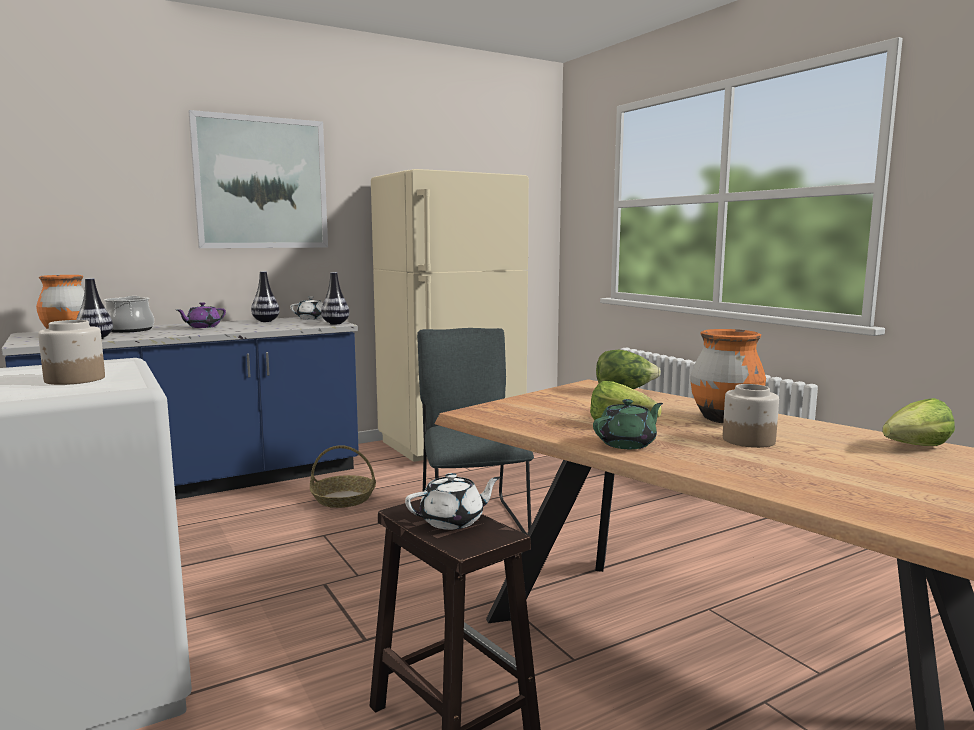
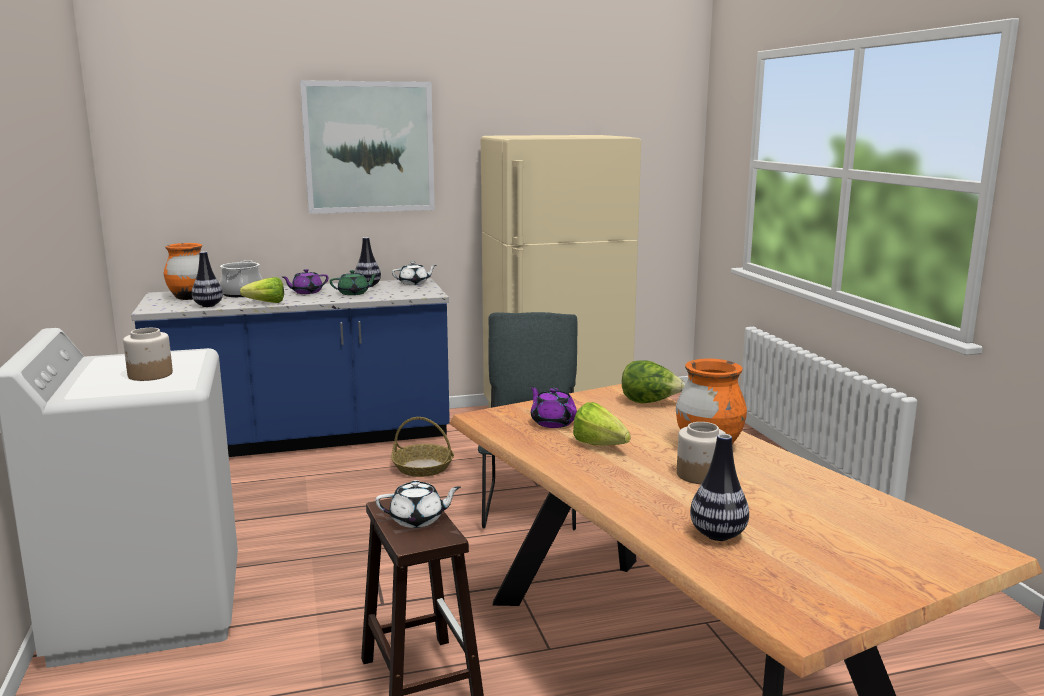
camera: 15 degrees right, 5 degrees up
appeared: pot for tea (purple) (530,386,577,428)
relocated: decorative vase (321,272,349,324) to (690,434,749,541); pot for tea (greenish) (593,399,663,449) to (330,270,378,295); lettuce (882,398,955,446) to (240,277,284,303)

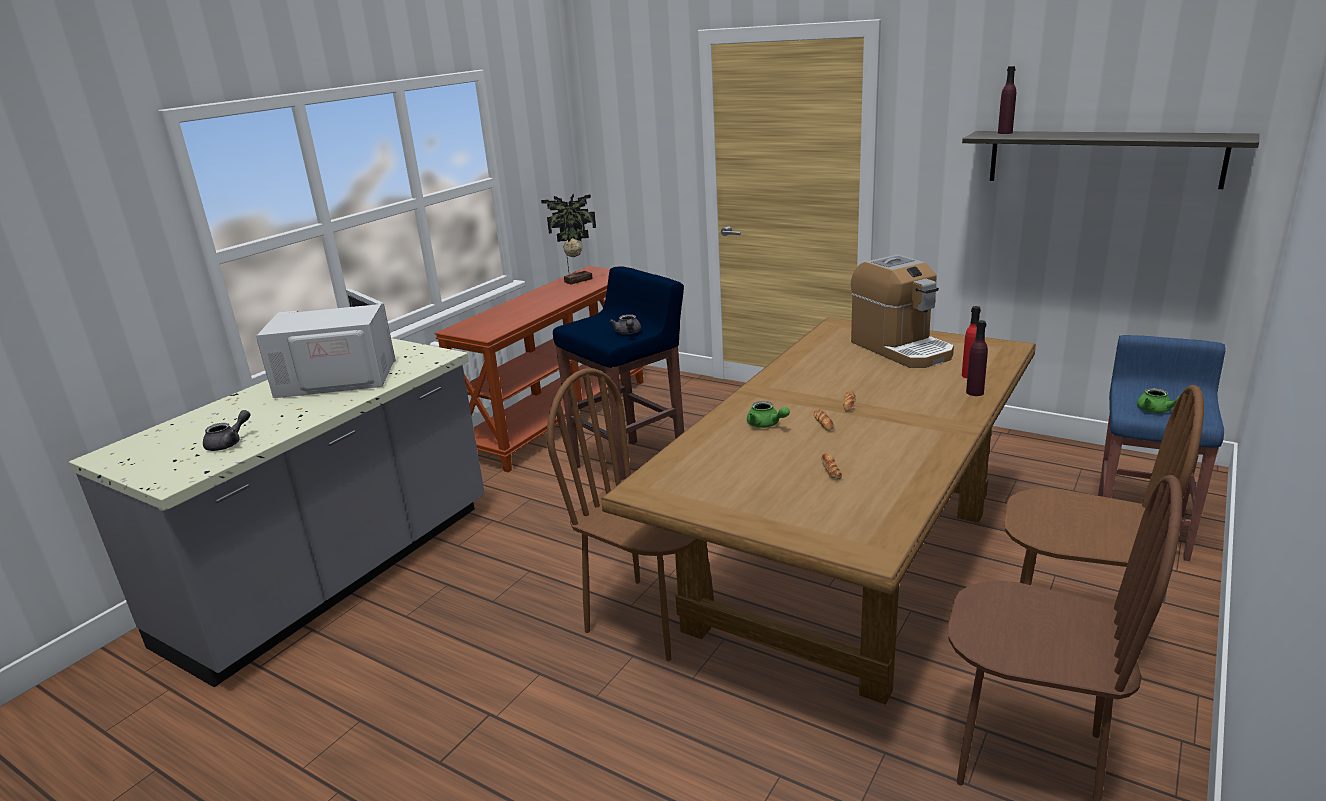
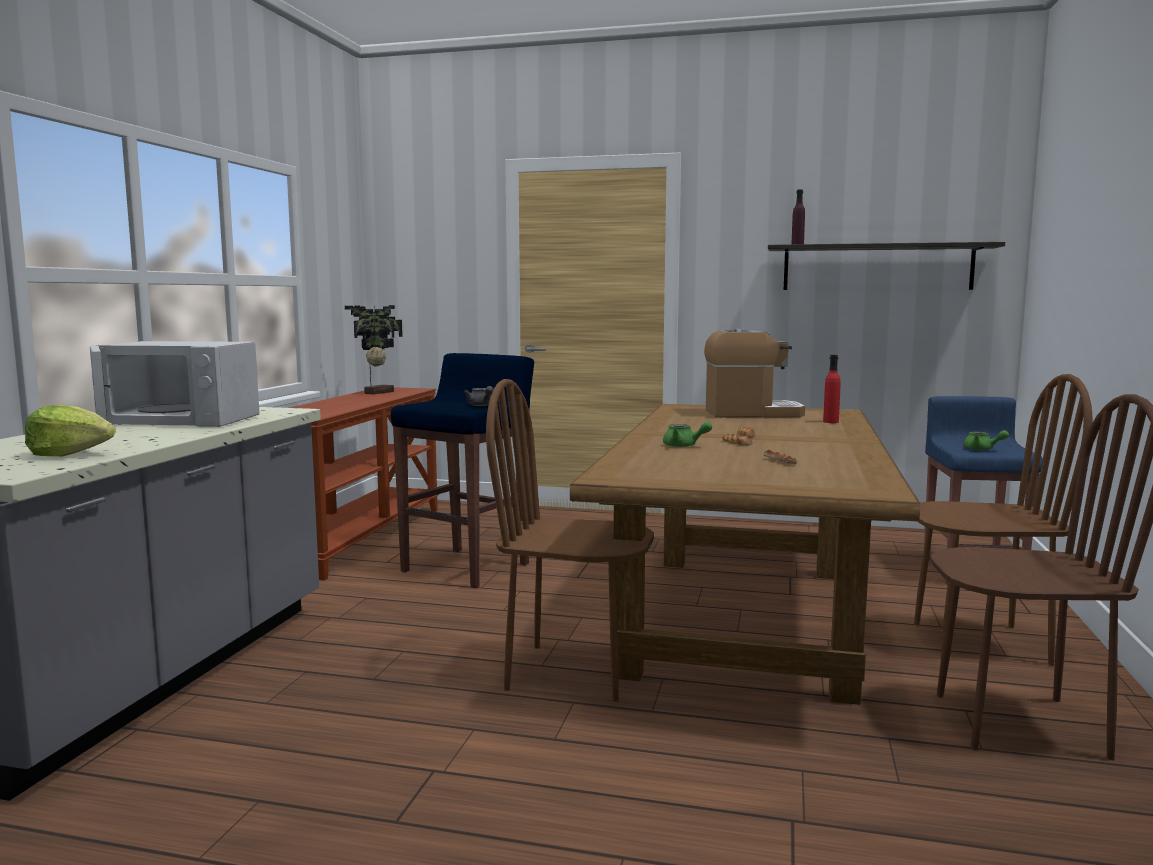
camera: 20 degrees left, 15 degrees down
missing: bottle (purple) (966,320,988,396)
exchanged: pot for tea (gray) (203,410,251,451) to lettuce (25,405,116,456)
spun: microwave oven (white) (256,289,396,398) = (90,341,260,427) 150 degrees counterclockwise; coffee machine (851,254,954,368) = (704,329,805,418) 45 degrees counterclockwise

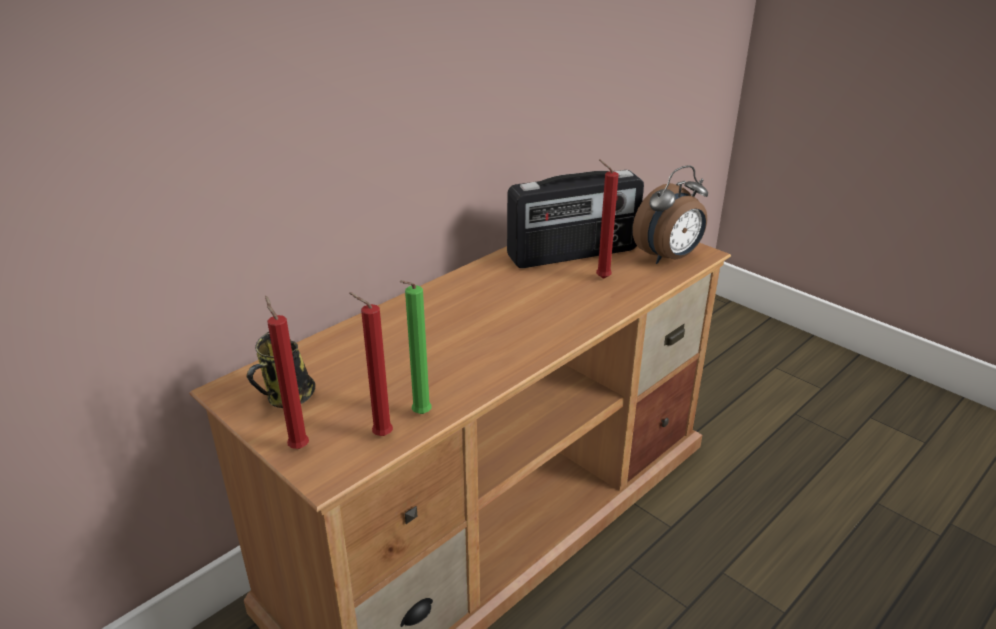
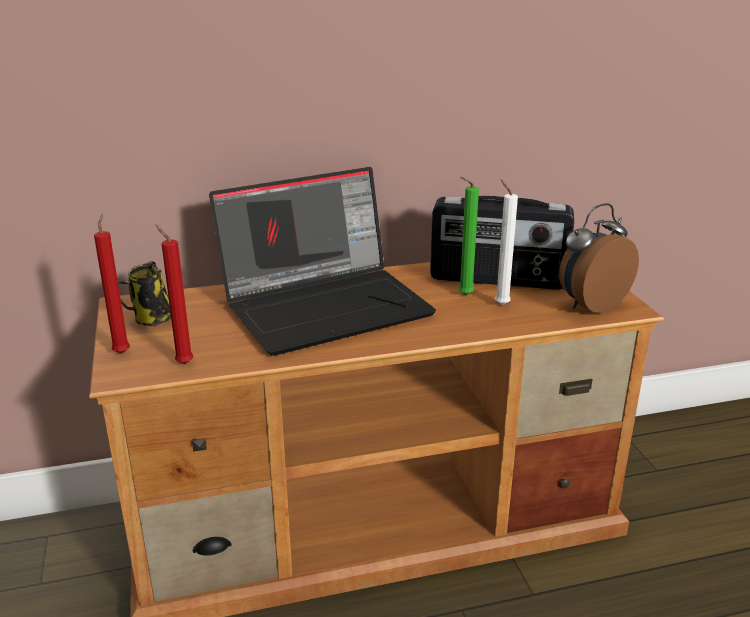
camera: 30 degrees right, 5 degrees down
appeared: portable computer (209,167,436,356)
relocated: wax light (greenish) (400,280,432,414) to (459,177,479,295)
colour: wax light (red) (596,159,619,279) to wax light (white) (495,180,518,305)
spun: alarm clock (633,165,708,264) = (559,203,639,313) 150 degrees clockwise

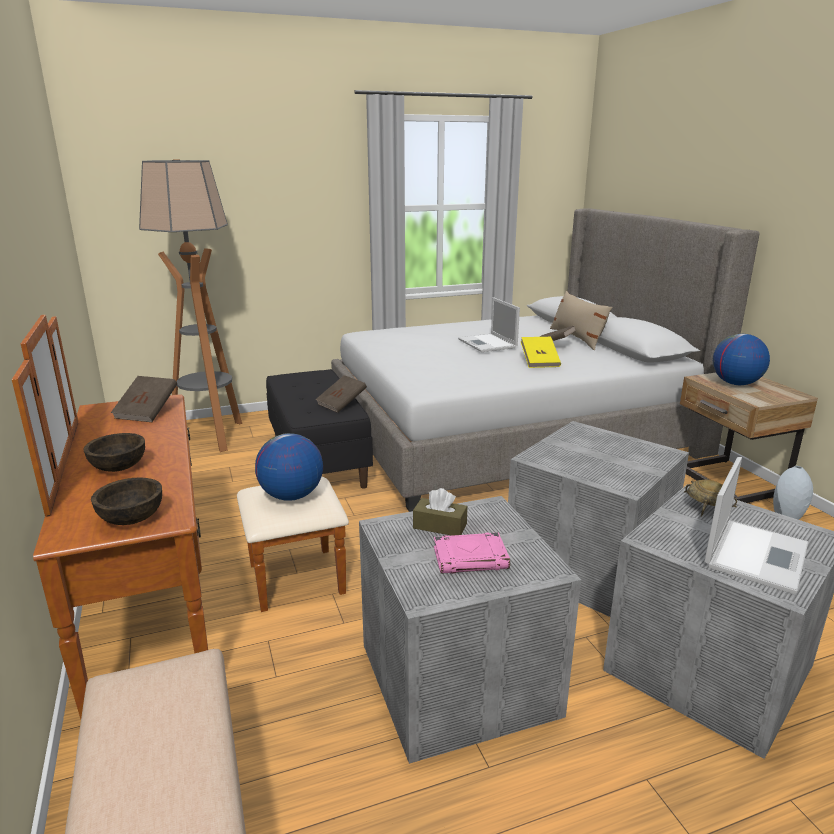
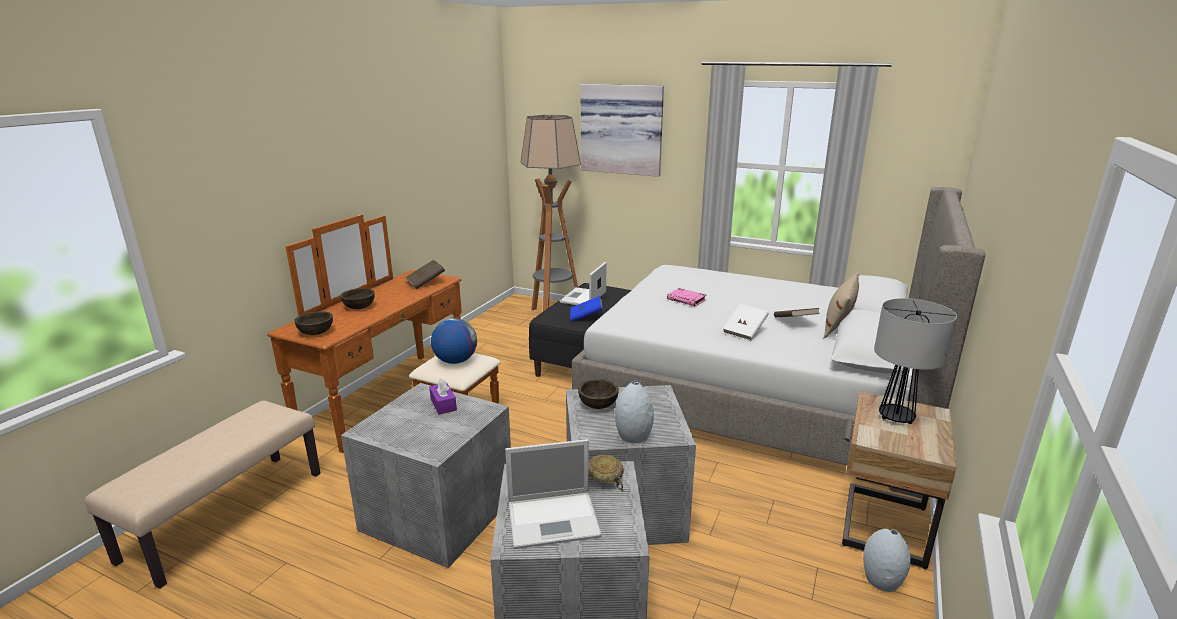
camera: 45 degrees right, 0 degrees up
appeared: deep dish (brown) (578,379,619,409); wall picture (581,84,664,177); decorative vase (gray) (615,381,654,443)
relocated: volume (pinkish) (434,532,510,574) to (667,288,706,306); portable computer (458,297,520,352) to (560,262,606,305)
exchanged: desk globe (713,334,770,385) to table lamp (874,298,957,424)
colour: volume (brown) (315,375,367,413) to volume (blue-coloured) (570,296,603,322); box of tissues (brown) (413,488,467,536) to box of tissues (purple) (429,378,457,415); volume (yellow-coloured) (521,337,561,368) to volume (white) (723,304,769,341)

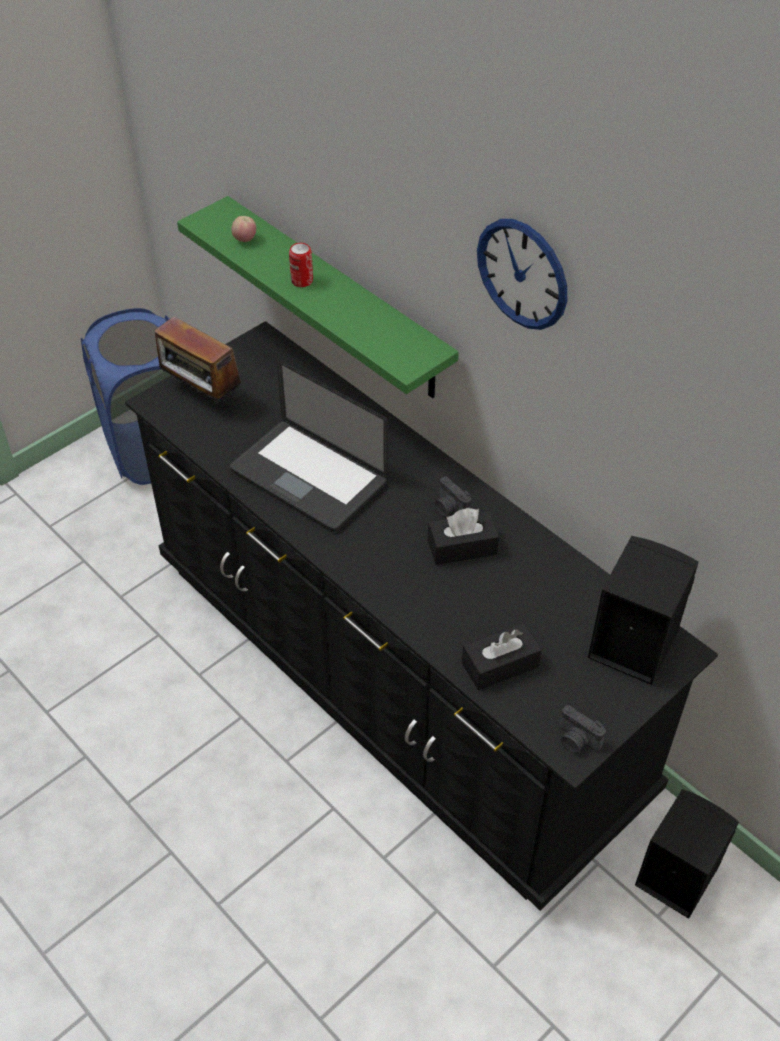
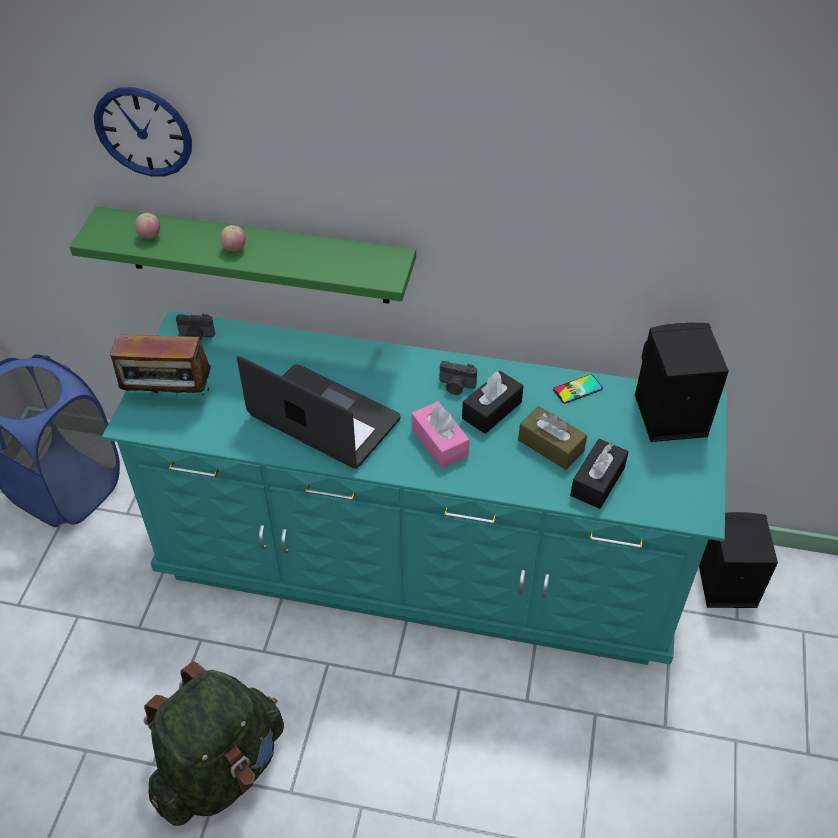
camera: 35 degrees left, 0 degrees up
appeared: backpack (greenish) (144,661,284,826); box of tissues (pinkish) (412,401,470,468); box of tissues (brown) (518,406,587,470); handset (553,374,603,403)
relocated: wall clock (477,219,567,330) to (94,87,192,177); still camera (559,705,606,753) to (176,314,215,340)
exchanged: can (289,243,313,287) to whole apple (220,225,246,251)
colour: dresser (black-coloured) (125,321,718,911) to dresser (turquoise) (102,311,727,665)
spun: portable computer (230,360,388,532) = (237,356,400,469) 150 degrees counterclockwise

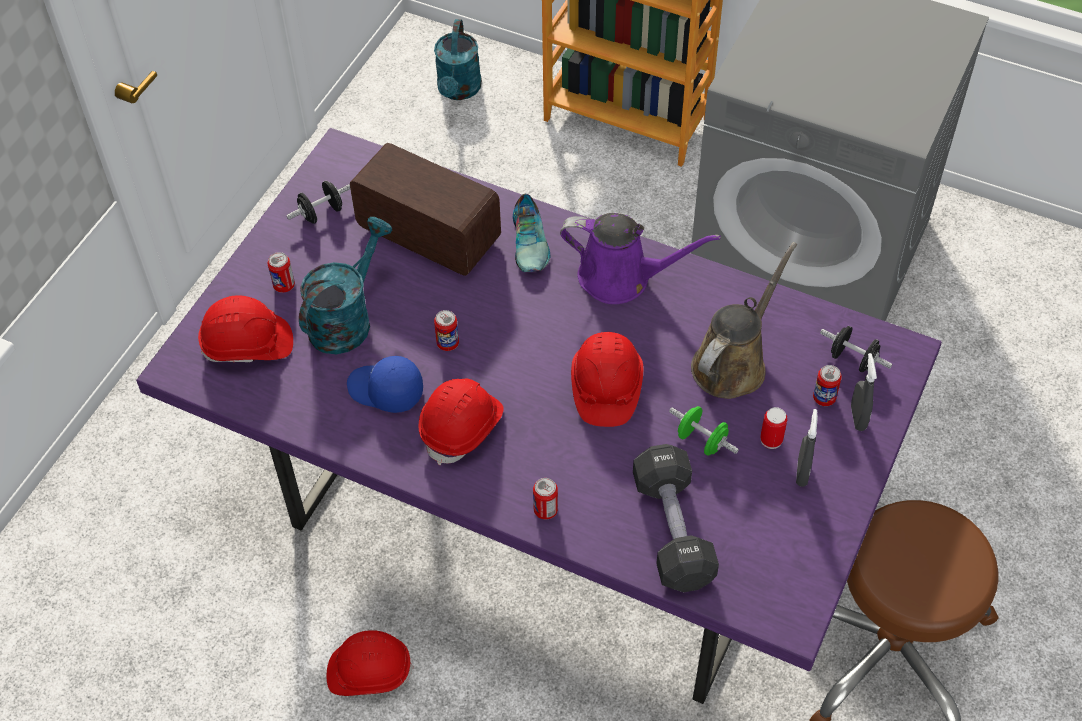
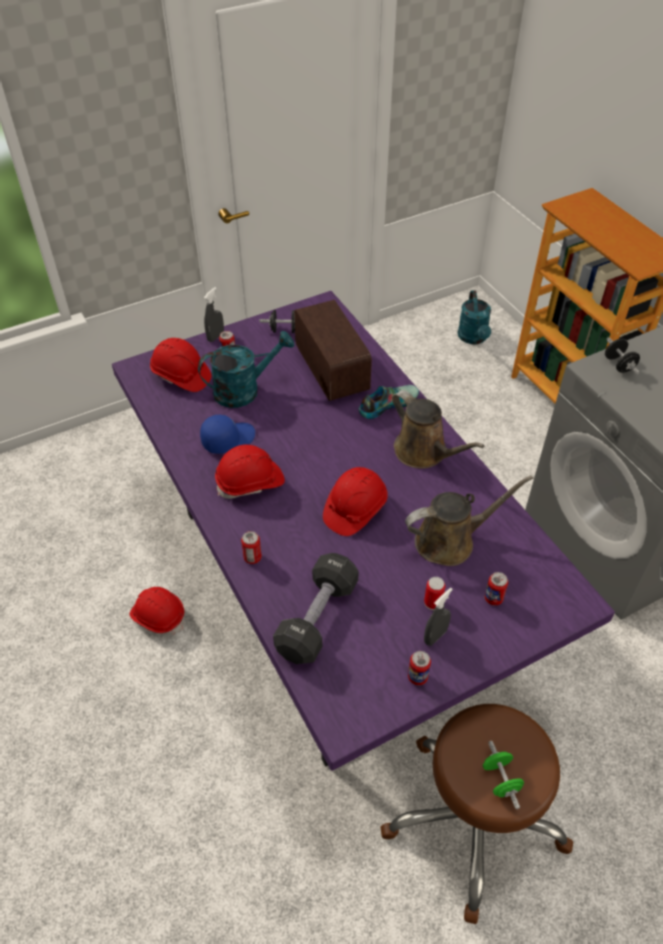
camera: 35 degrees right, 5 degrees down
relocated: can (434,310,459,351) to (408,651,431,685); dumbbell (greenish) (669,406,739,456) to (483,741,524,809); dumbbell (black-coloured) (820,326,892,372) to (605,337,640,374); spray bottle (gray) (851,353,877,431) to (204,287,224,342)
colour: watering can (purple) (560,213,721,304) to watering can (brown) (392,390,484,468)
spun: cap (blue-coloured) (347,356,423,413) = (200,415,255,454) 90 degrees clockwise; watering can (turquoise) (434,19,482,100) = (458,290,491,344) 45 degrees counterclockwise; low shoe (513,194,550,272) = (359,385,419,419) 150 degrees counterclockwise

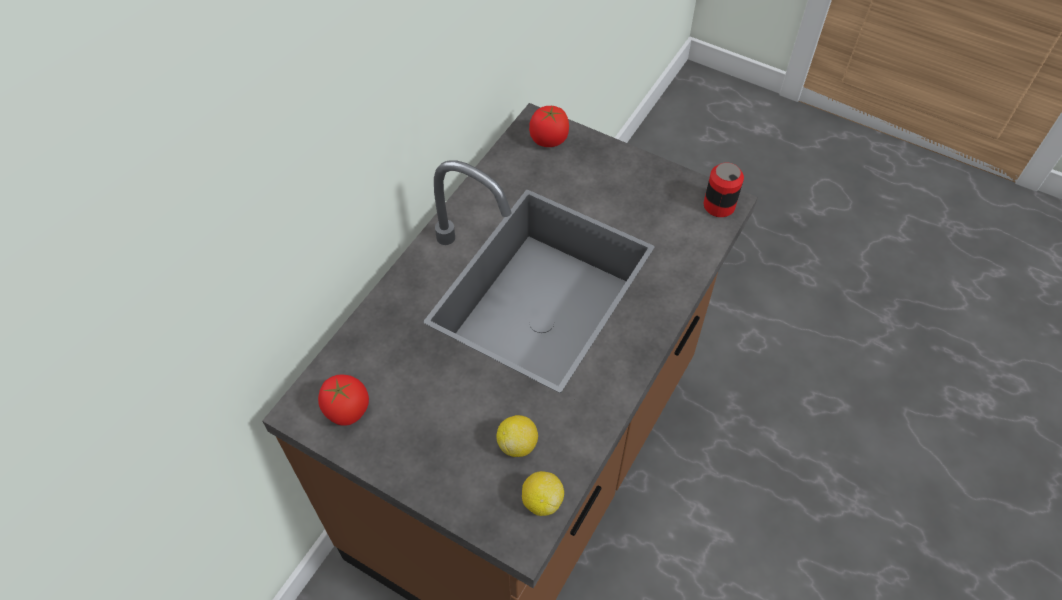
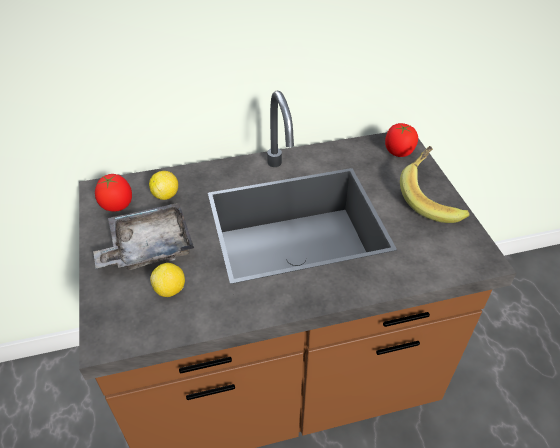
camera: 45 degrees right, 10 degrees down
missing: can (703,163,744,217)
appeared: tray (gray) (93,203,194,270); whole banana (400,146,470,223)
relocated: whole lemon (522,471,564,516) to (149,171,178,200)

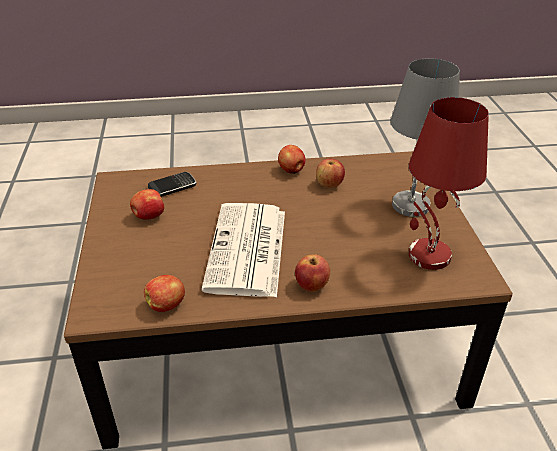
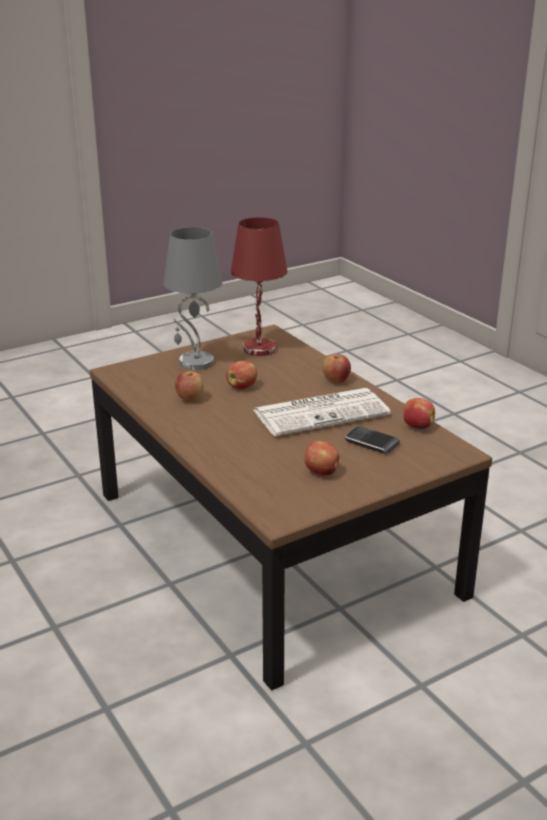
camera: 115 degrees left, 10 degrees down
relocated: handset (148,172,196,197) to (345,426,400,454); whole apple (278,145,306,174) to (226,361,257,389)

